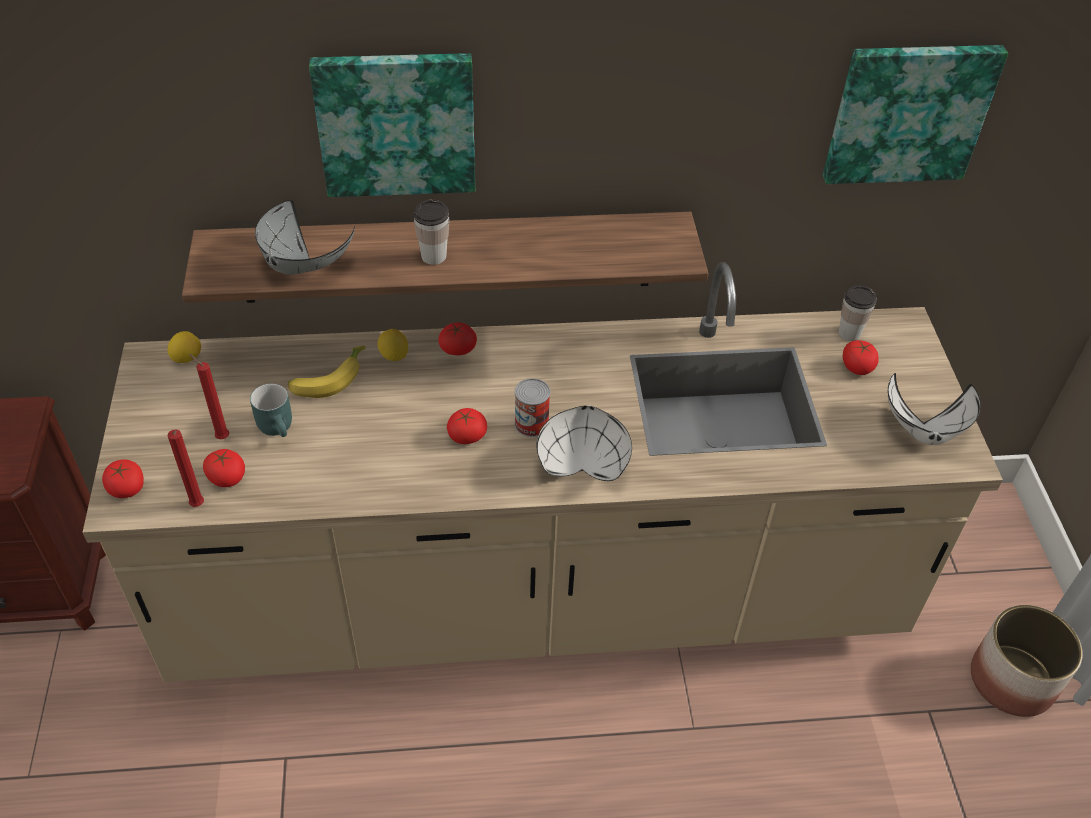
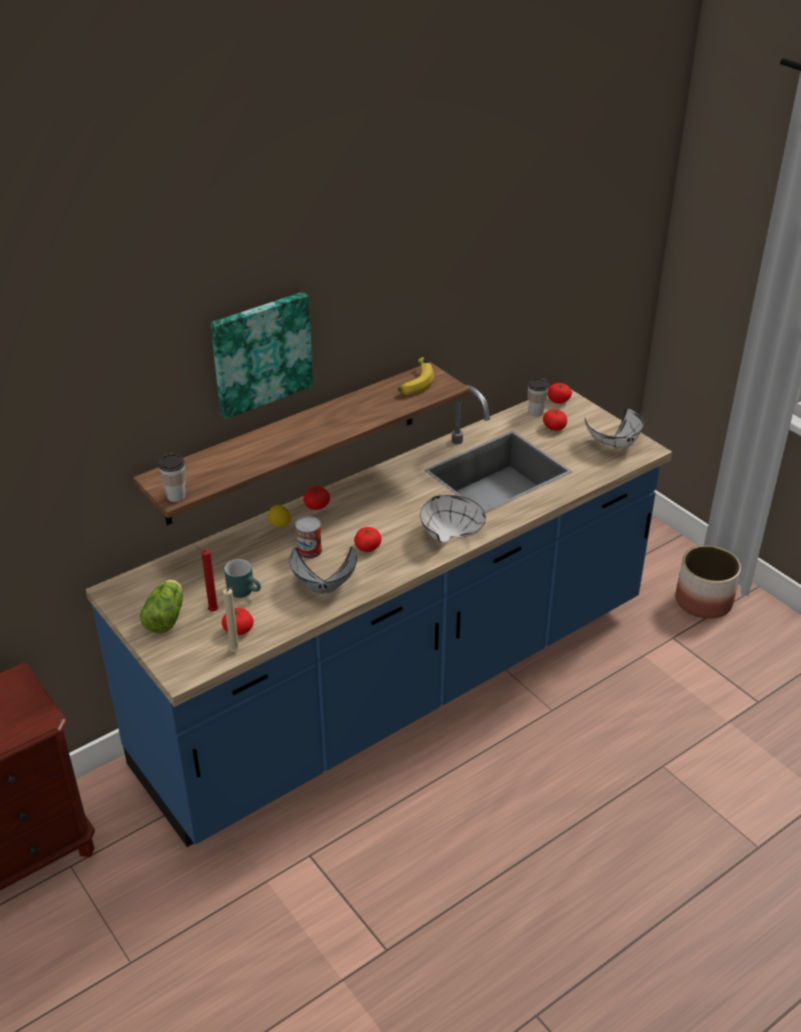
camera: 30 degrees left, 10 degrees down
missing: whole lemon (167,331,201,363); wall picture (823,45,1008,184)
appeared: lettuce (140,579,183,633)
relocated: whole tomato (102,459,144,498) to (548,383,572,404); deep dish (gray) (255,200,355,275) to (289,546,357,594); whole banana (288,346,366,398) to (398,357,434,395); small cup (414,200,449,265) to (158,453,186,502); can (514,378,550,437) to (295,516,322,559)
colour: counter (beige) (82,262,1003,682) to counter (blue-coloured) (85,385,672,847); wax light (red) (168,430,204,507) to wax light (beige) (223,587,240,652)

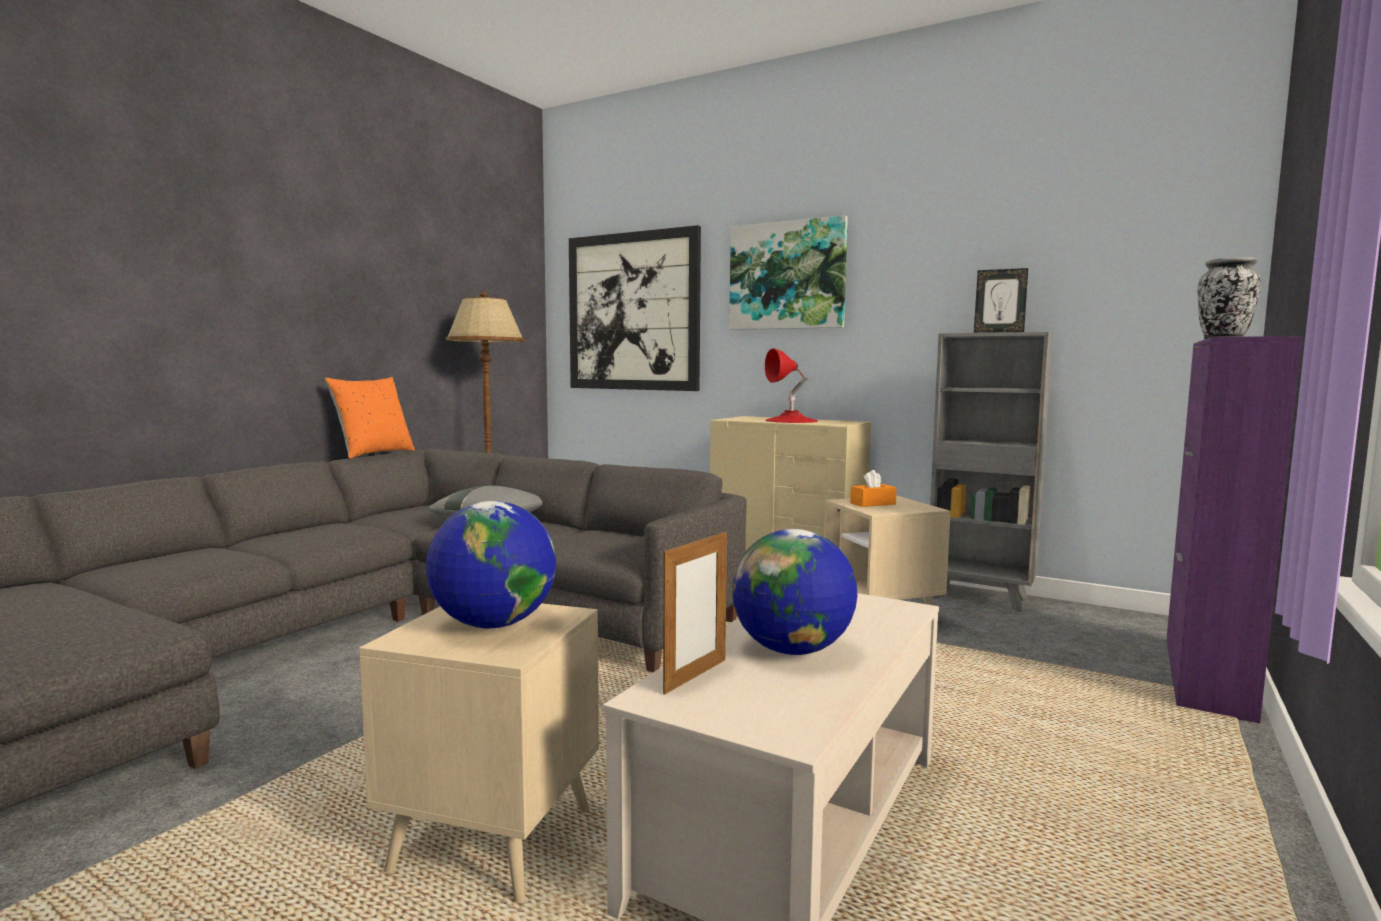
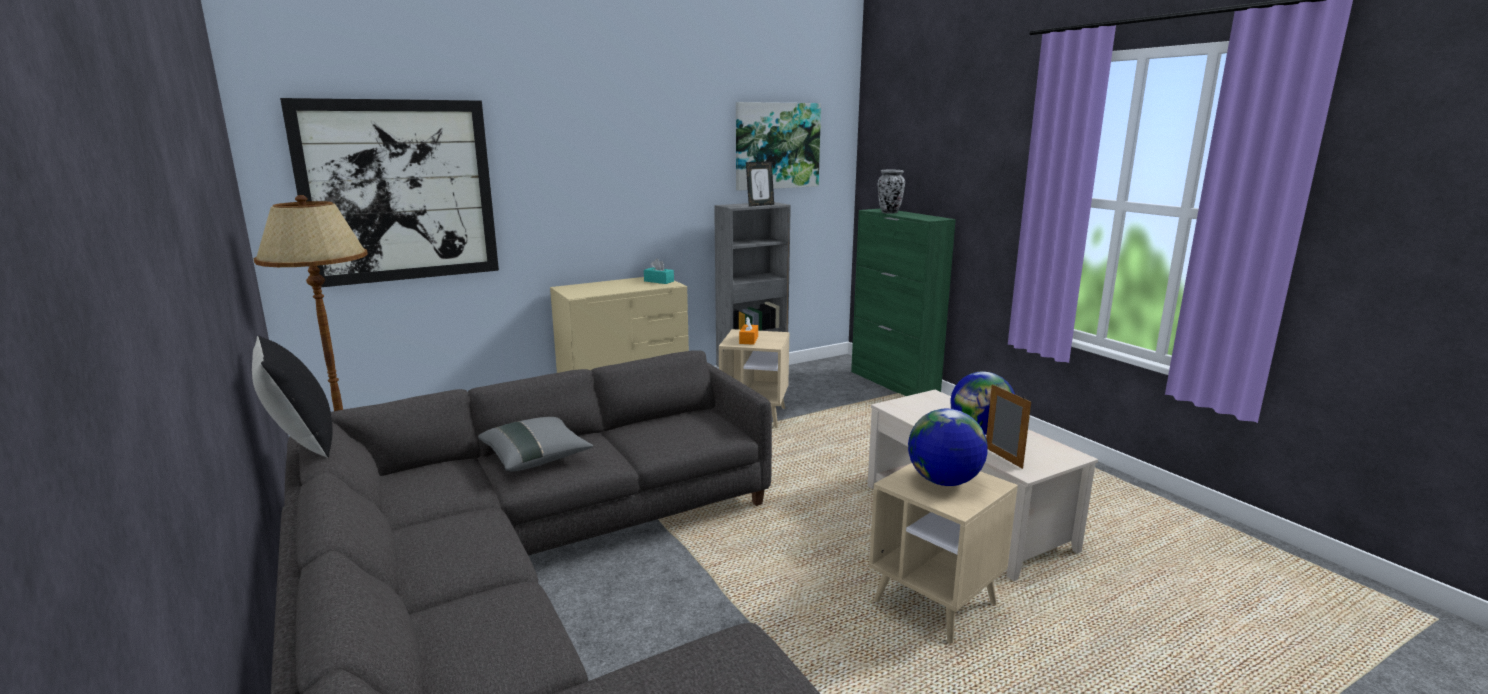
camera: 60 degrees left, 10 degrees up
missing: table lamp (red) (765,348,818,423)
appeared: box of tissues (turquoise) (644,259,674,284)
relocated: wall picture (729,215,848,330) to (736,102,821,191)
colour: throw pillow (orange) (325,377,415,459) to throw pillow (black-coloured) (252,336,332,458); cabinet (purple) (1166,336,1302,723) to cabinet (greenish) (851,208,956,396)

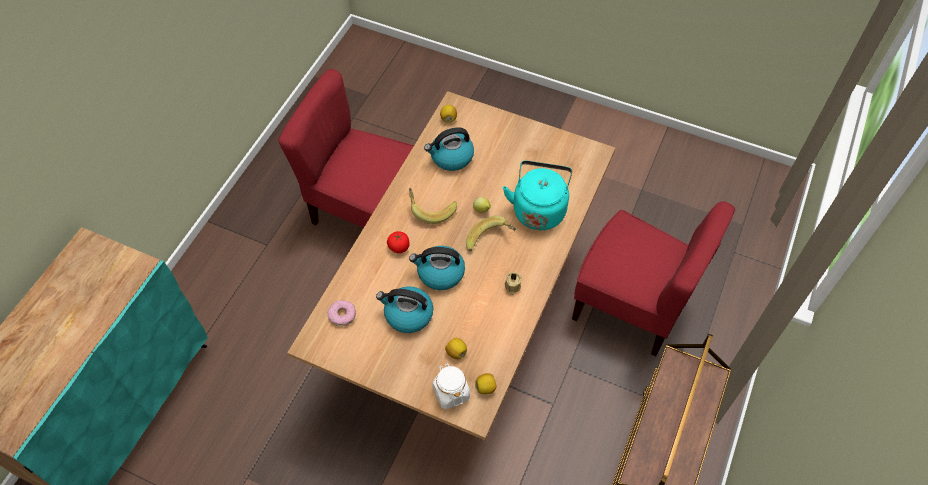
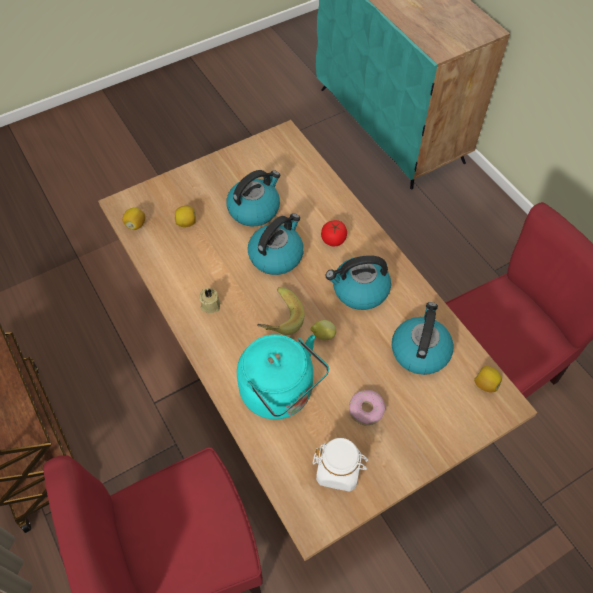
camera: 125 degrees right, 0 degrees up
relocated: ring doughnut (328,300,356,327) to (349,390,385,425); storage jar (white) (432,363,470,409) to (313,438,368,492)
exchanged: whole banana (409,188,457,224) to kettle (325,255,391,310)

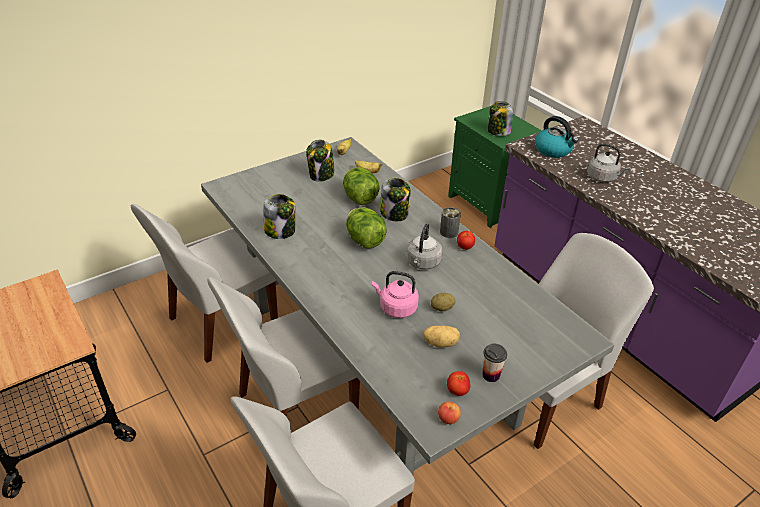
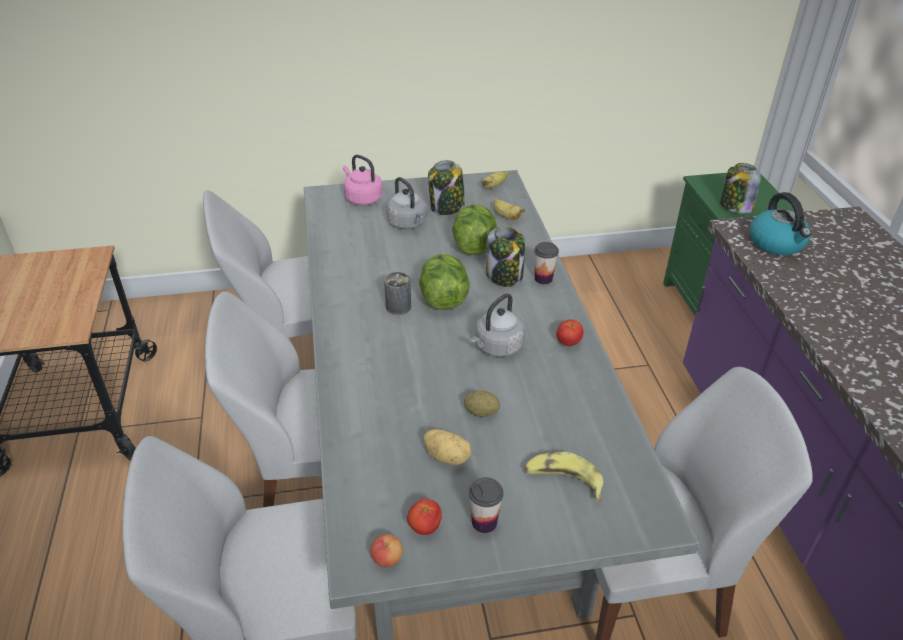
camera: 25 degrees right, 0 degrees up
missing: storage jar (263,194,295,239)
appeared: whole banana (524,452,604,501); small cup (534,242,559,284)
relocated: kettle (pinkish) (372,271,419,318) to (343,155,383,205); can (440,207,461,238) to (384,272,411,315); kettle (gray) (587,143,630,183) to (386,177,427,230)

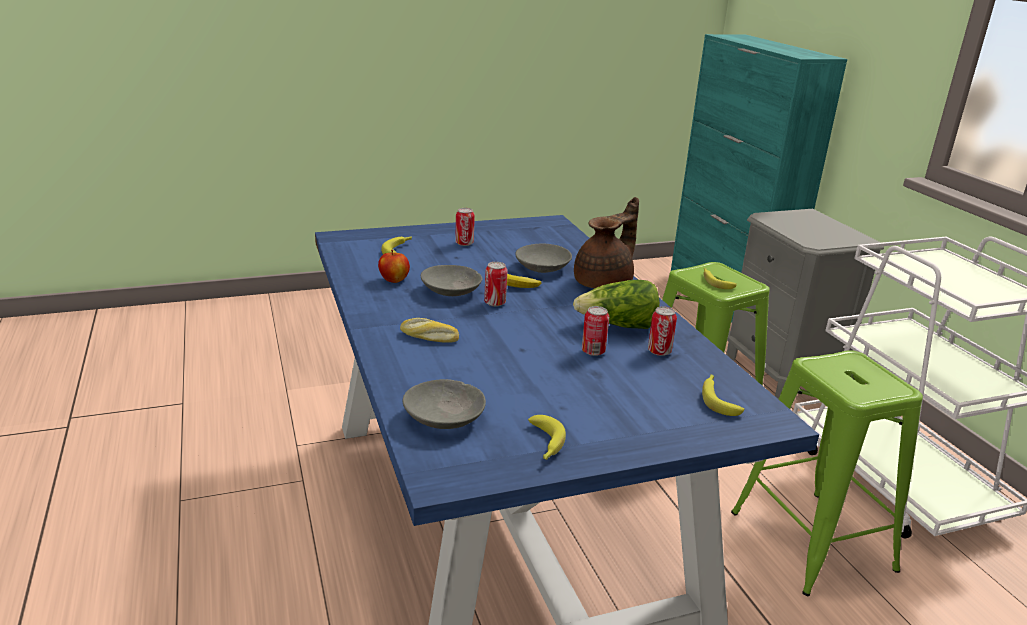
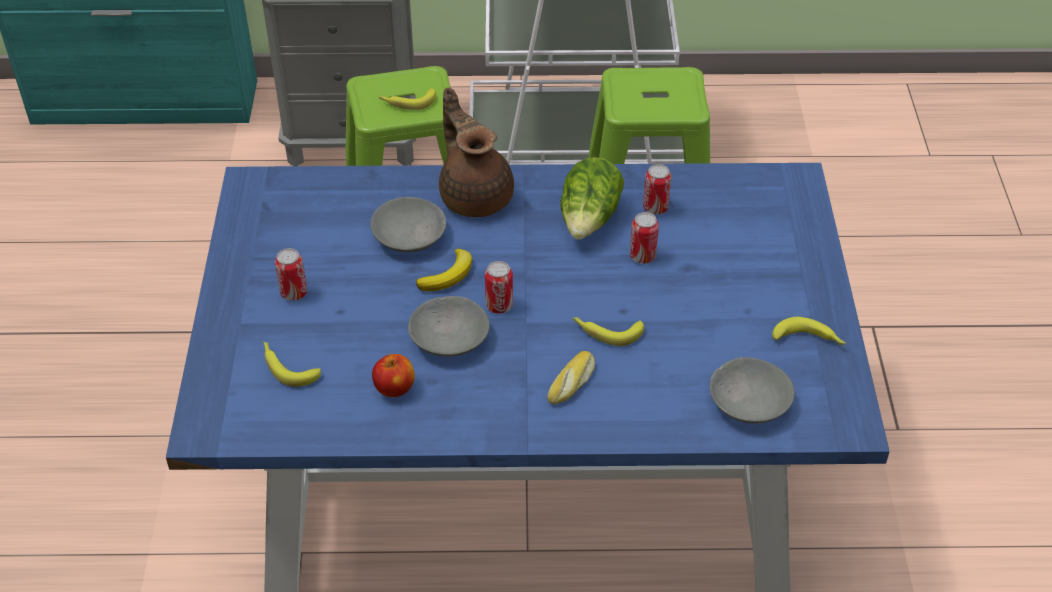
camera: 70 degrees left, 20 degrees up
relocated: whole banana (702,374,745,416) to (572,317,644,346)

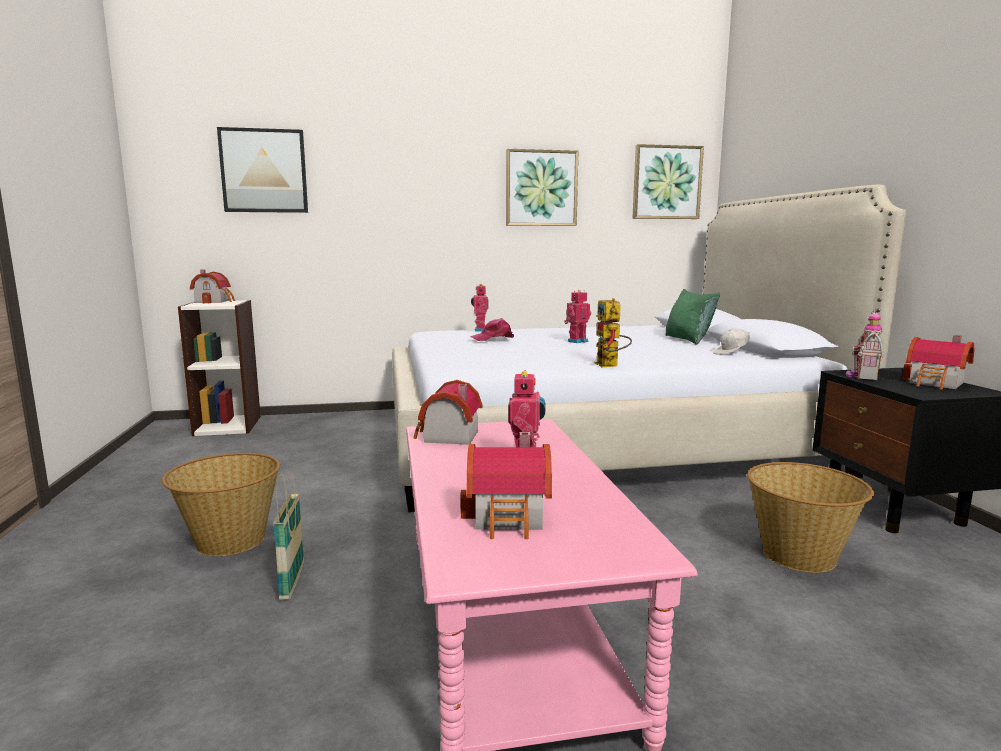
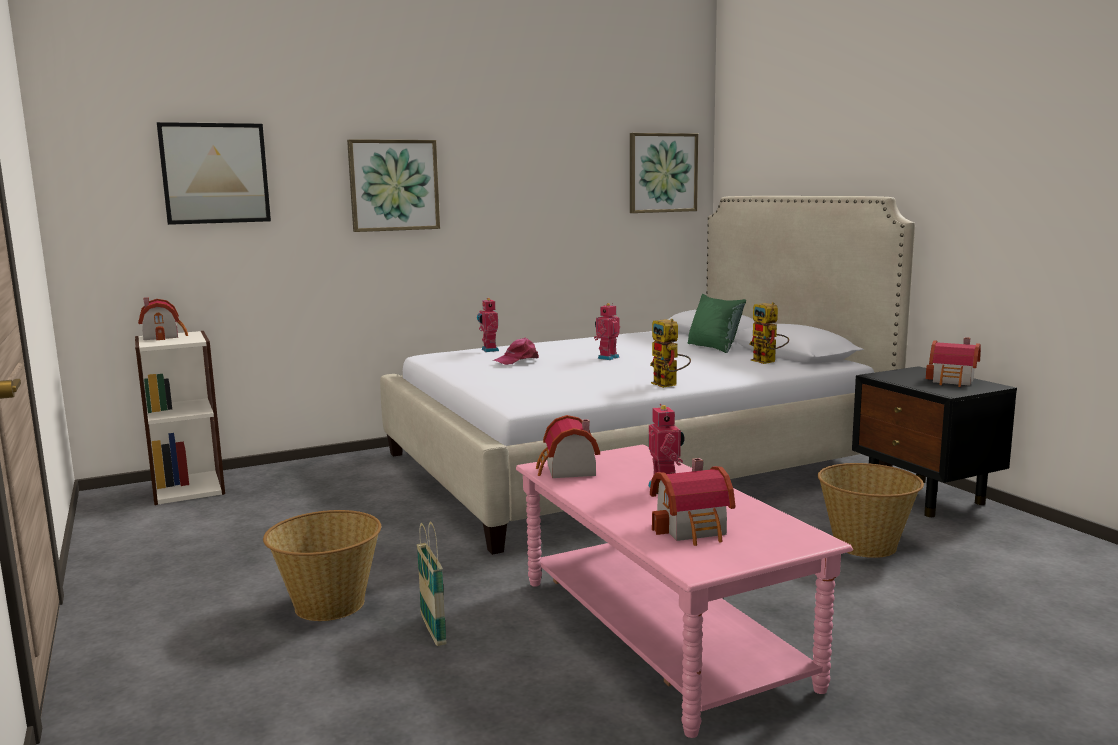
camera: 15 degrees left, 0 degrees up
missing: model house (846,309,884,381)
relocated: wall picture (506,149,579,226) to (347,139,440,232)
exchanged: cap (white) (713,329,750,355) to toy robot (749,302,789,364)

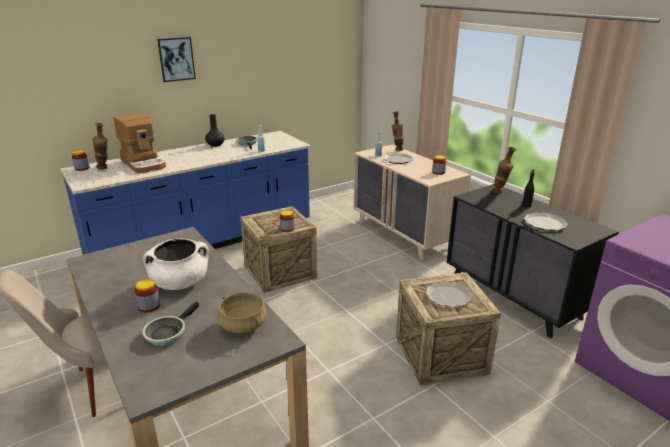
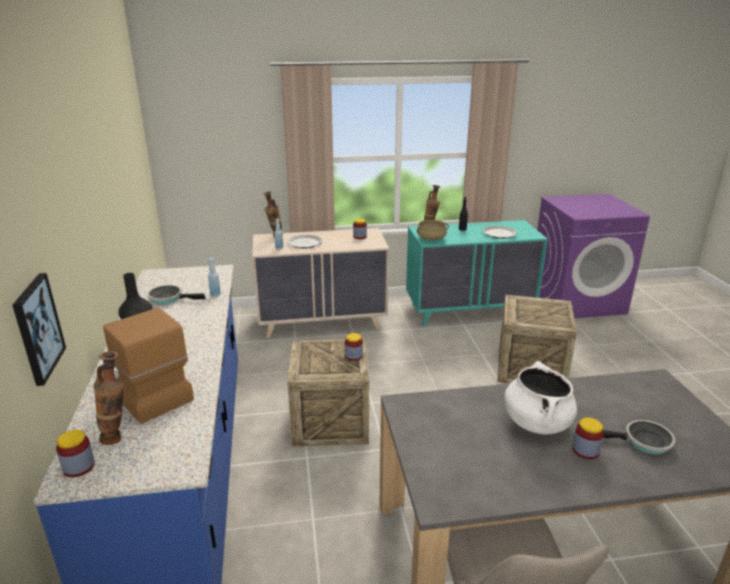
camera: 65 degrees left, 0 degrees up
missing: flat dish (426,281,472,307)
relocated: wall picture (157,37,196,82) to (12,273,66,386); cooking pot (beige) (217,293,267,333) to (417,220,449,240)
colour: dresser (black-coloured) (446,184,619,338) to dresser (turquoise) (406,220,548,326)
spun: coffee machine (113,113,166,173) = (103,308,194,424) 120 degrees counterclockwise; frying pan (143,302,199,346) = (603,420,675,454) 45 degrees counterclockwise

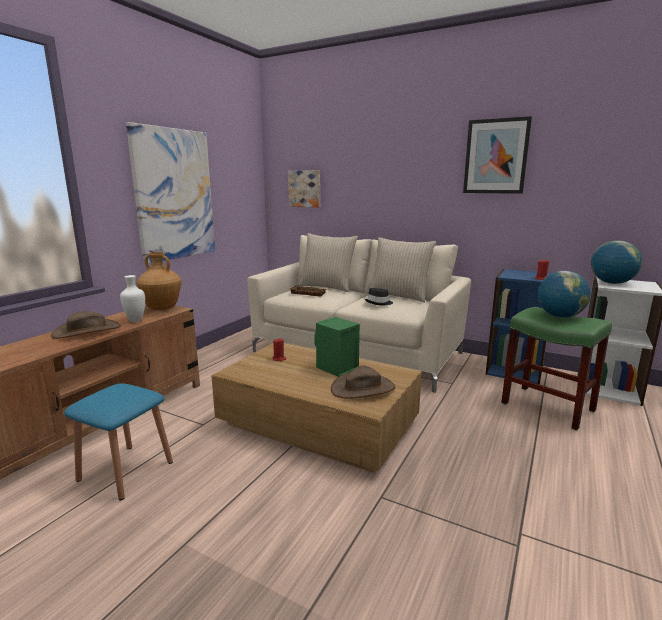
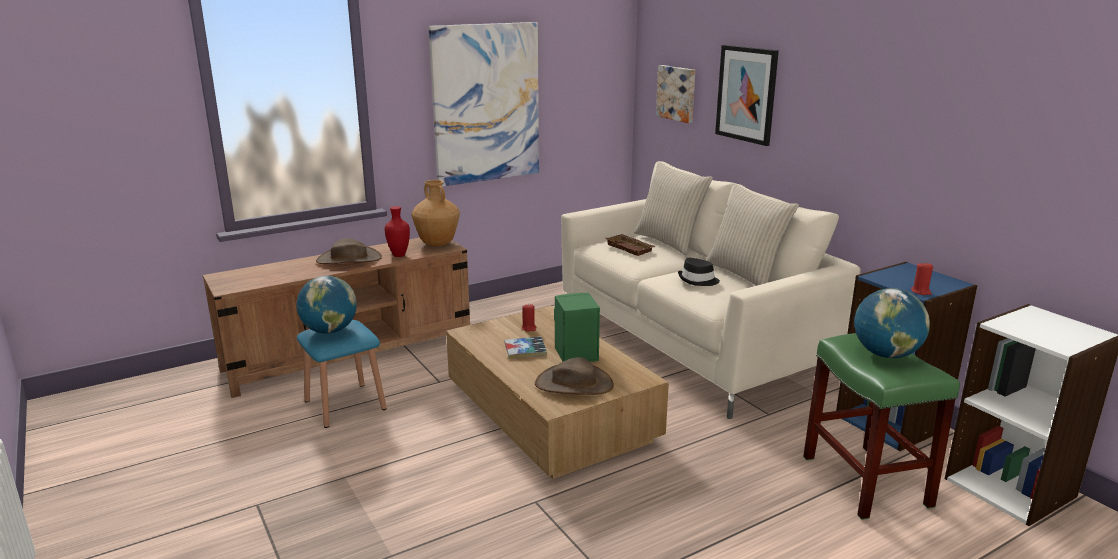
camera: 30 degrees right, 5 degrees up
appeared: volume (505,337,547,359)
relocated: wall picture (463,116,532,194) to (715,45,779,146); desk globe (591,240,642,284) to (296,276,357,334)
colour: decorative vase (white) (120,275,145,322) to decorative vase (red) (385,206,410,257)

